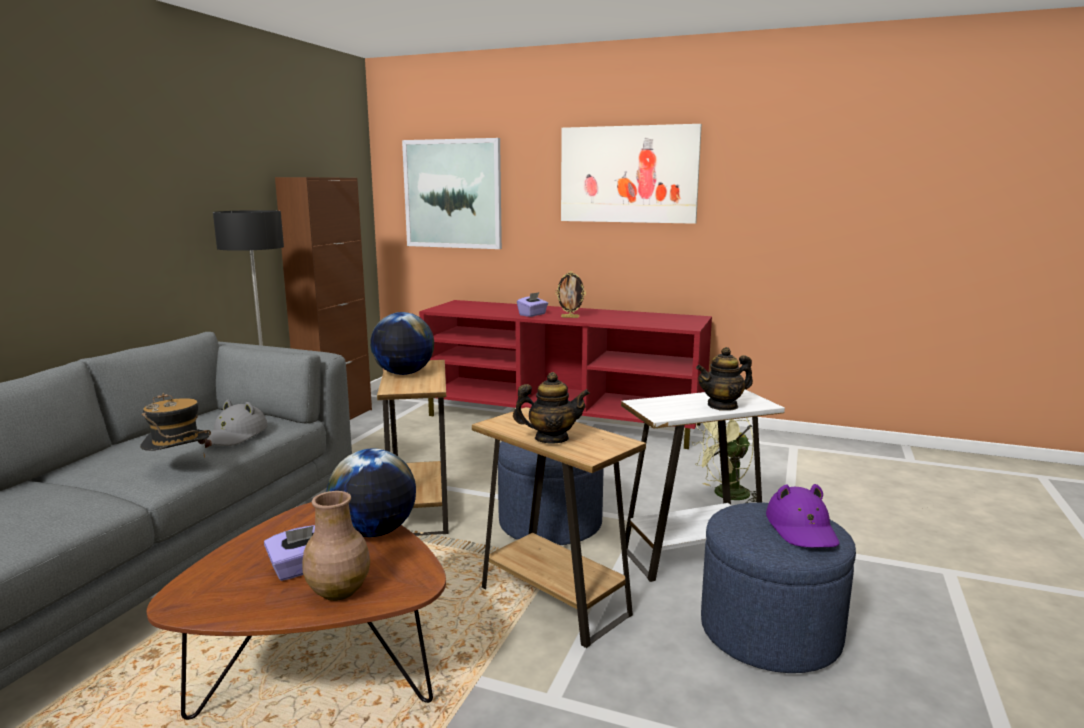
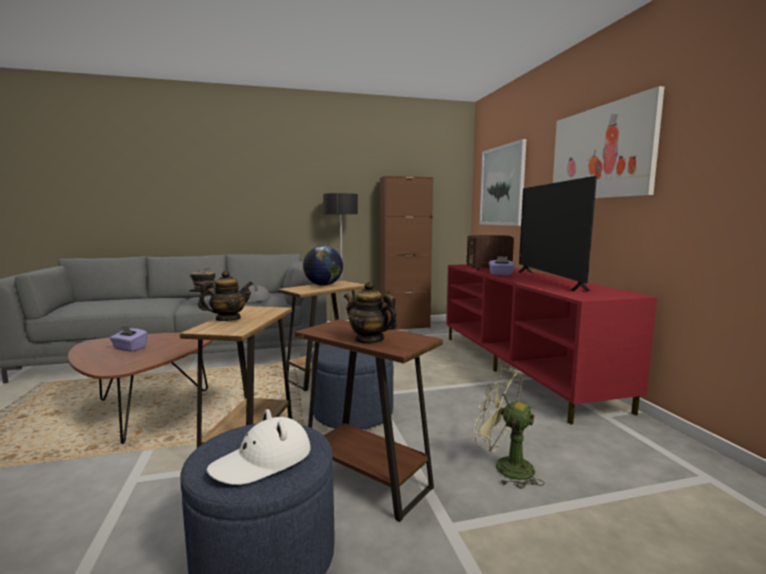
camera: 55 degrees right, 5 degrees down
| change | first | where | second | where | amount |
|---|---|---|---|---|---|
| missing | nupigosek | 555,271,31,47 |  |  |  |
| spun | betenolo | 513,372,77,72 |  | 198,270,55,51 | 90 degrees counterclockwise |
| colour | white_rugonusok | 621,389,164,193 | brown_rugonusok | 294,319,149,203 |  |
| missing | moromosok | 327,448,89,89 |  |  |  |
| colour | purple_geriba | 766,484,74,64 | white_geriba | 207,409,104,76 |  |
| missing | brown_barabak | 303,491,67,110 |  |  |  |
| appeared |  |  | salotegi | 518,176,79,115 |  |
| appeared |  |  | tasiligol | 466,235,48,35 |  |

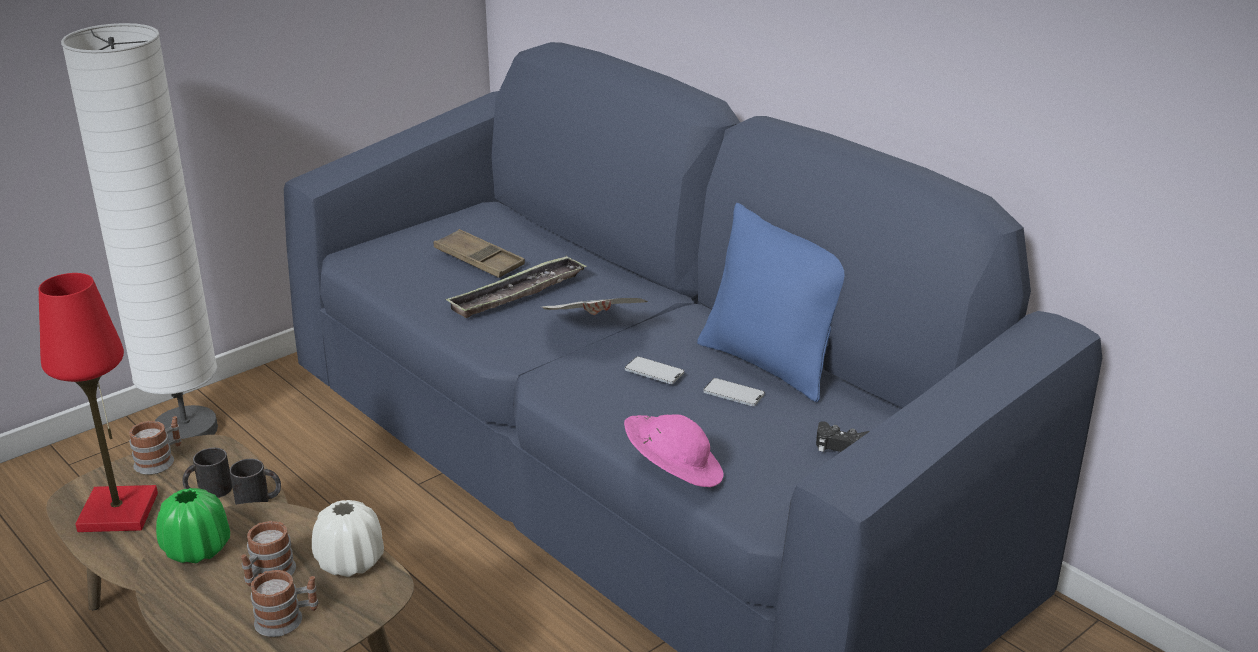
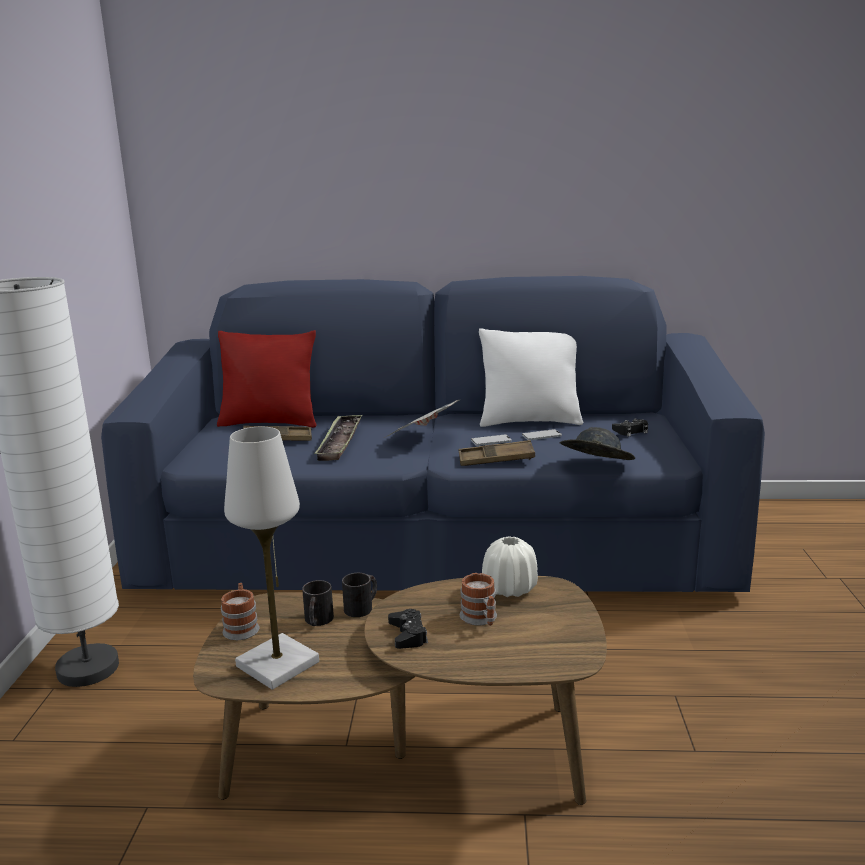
camera: 45 degrees left, 10 degrees down
| change | first | where | second | where | amount |
|---|---|---|---|---|---|
| colour | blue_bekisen | 697,203,147,200 | white_bekisen | 479,328,104,99 |  |
| colour | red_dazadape | 39,273,119,259 | white_dazadape | 224,427,95,263 |  |
| colour | pink_geriba | 624,414,100,73 | grey_geriba | 560,427,75,33 |  |
| exchanged | green_barabak | 156,488,74,75 | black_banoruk | 388,609,40,40 |  |
| missing | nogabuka | 251,570,68,67 |  |  |  |
| appeared |  |  | red_bekisen | 217,330,100,98 |  |
| appeared |  |  | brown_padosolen | 458,440,77,26 |  |

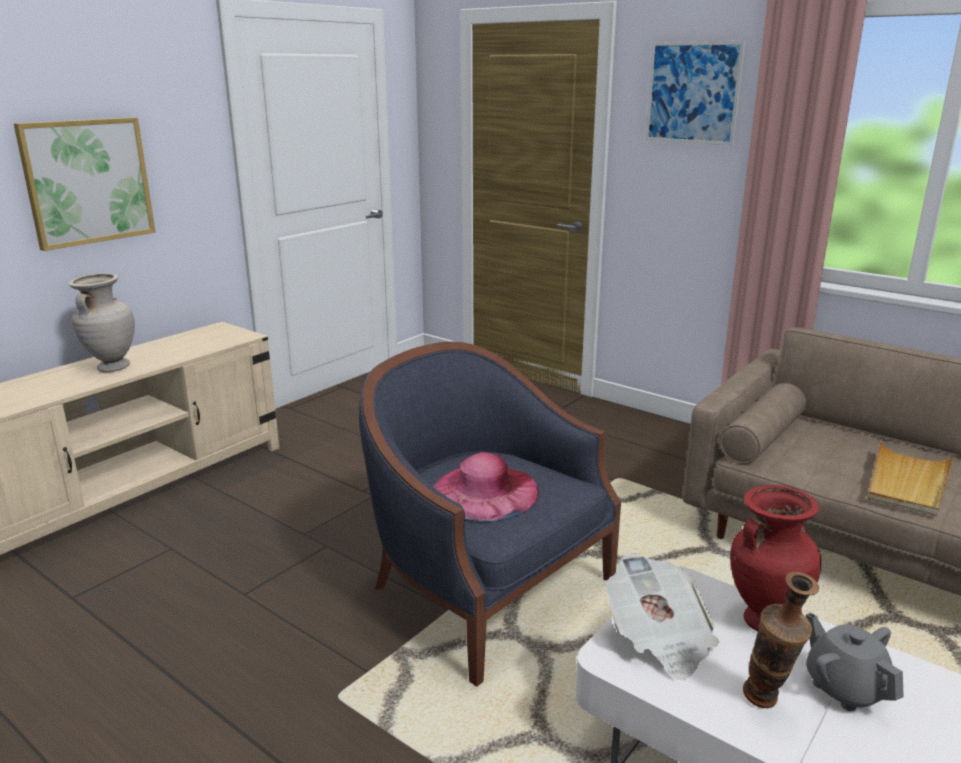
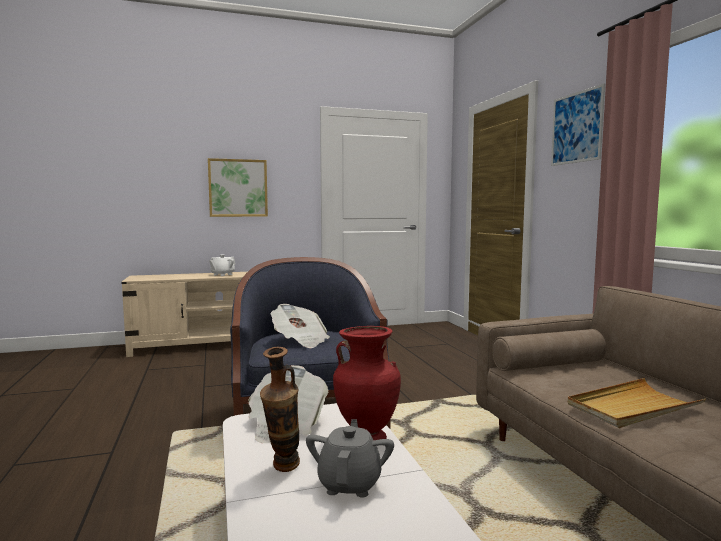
camera: 35 degrees right, 15 degrees down
| change | first | where | second | where | amount |
|---|---|---|---|---|---|
| exchanged | beige_barabak | 68,273,67,99 | white_betenolo | 209,255,27,21 |  |
| exchanged | pink_geriba | 433,452,106,69 | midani | 271,304,59,44 |  |

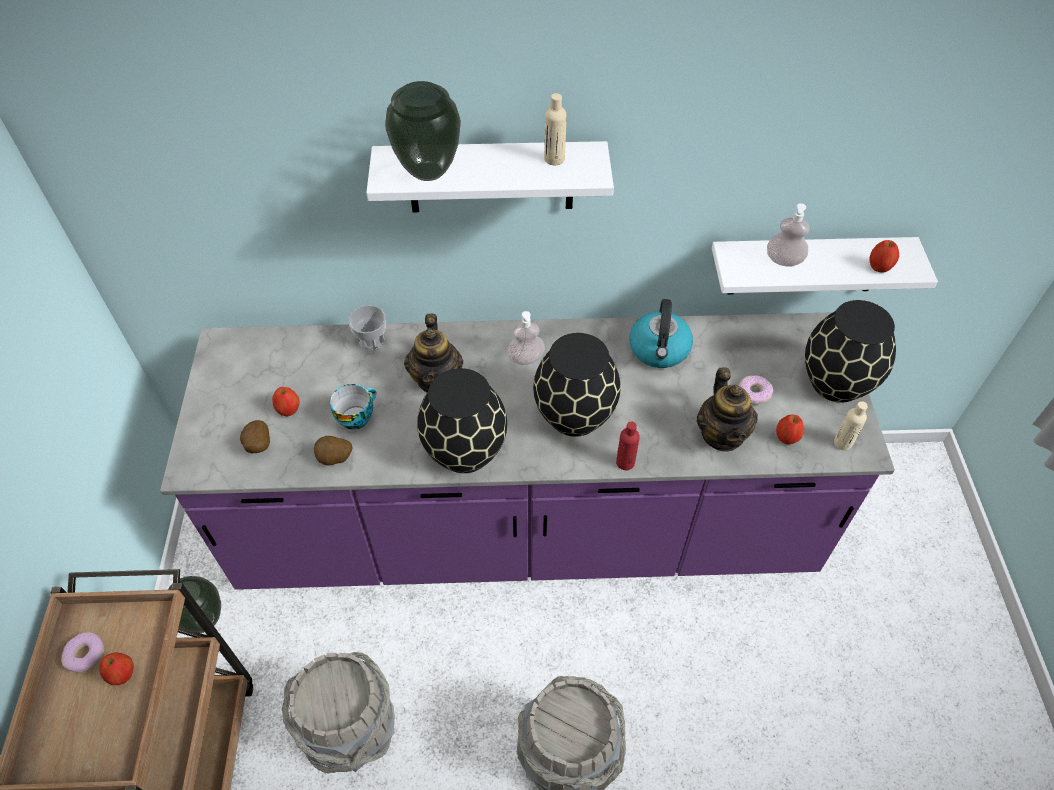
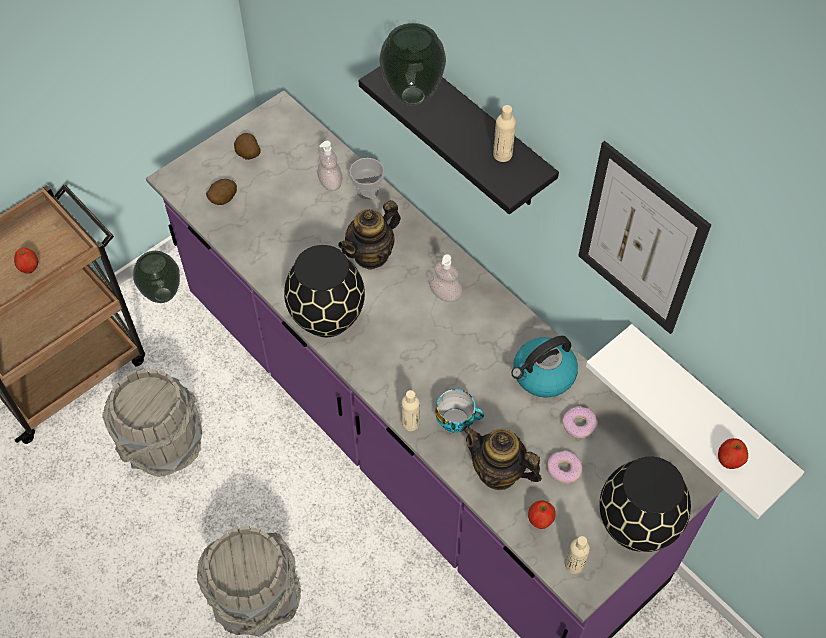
camera: 50 degrees right, 5 degrees up
| change | first | where | second | where | amount |
|---|---|---|---|---|---|
| colour | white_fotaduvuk | 366,141,248,71 | black_fotaduvuk | 358,66,201,148 |  |
| relocated | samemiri | 767,203,42,64 |  | 317,141,26,50 |  |
| missing | black_barabak | 533,333,88,104 |  |  |  |
| spun | betenolo | 697,367,61,85 |  | 462,426,80,64 | 75 degrees clockwise |
| relocated | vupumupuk | 330,384,46,46 |  | 435,389,49,44 |  |
| missing | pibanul | 272,387,28,29 |  |  |  |
| colour | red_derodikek | 616,421,24,49 | beige_derodikek | 401,390,19,41 |  |
| relocated | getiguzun | 314,436,39,30 |  | 234,133,27,27 |  |
| relocated | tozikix | 61,632,43,41 |  | 562,407,35,31 |  |
| appeared |  |  | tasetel | 578,141,133,193 |  |

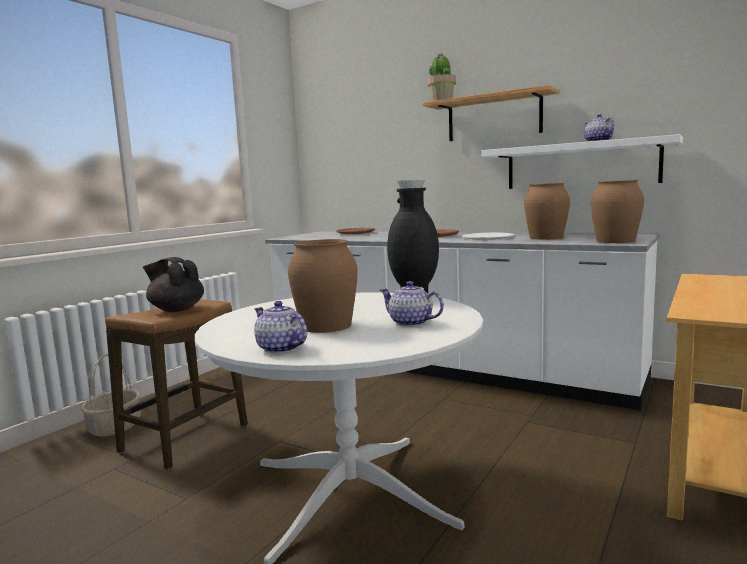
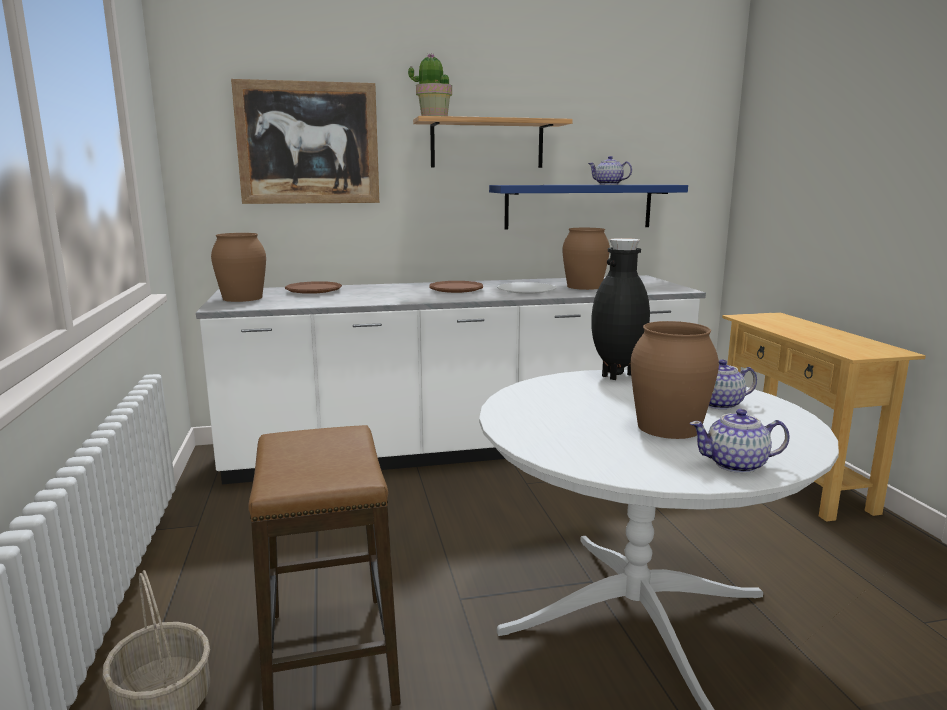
camera: 45 degrees left, 5 degrees up
| change | first | where | second | where | amount |
|---|---|---|---|---|---|
| colour | white_fotaduvuk | 481,134,202,55 | blue_fotaduvuk | 489,185,199,45 |  |
| relocated | brown_barabak | 591,180,53,63 |  | 211,233,55,69 |  |
| missing | black_betenolo | 143,257,61,55 |  |  |  |
| appeared |  |  | tasetel | 231,79,149,125 |  |

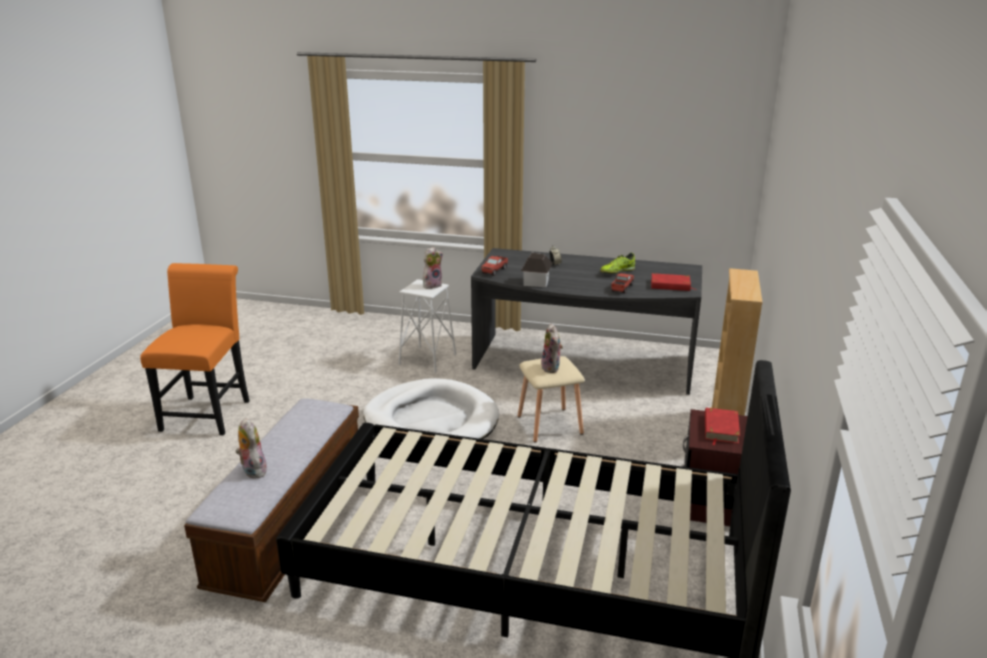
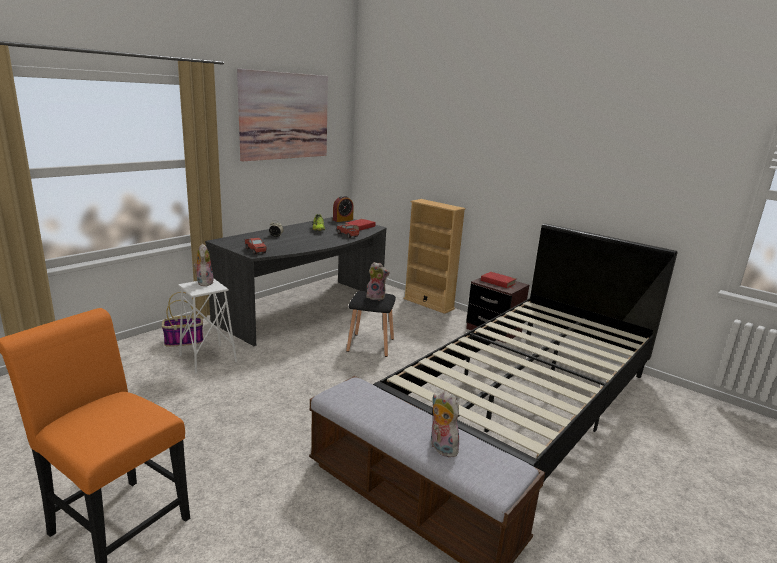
camera: 65 degrees left, 5 degrees down
| change | first | where | second | where | amount |
|---|---|---|---|---|---|
| missing | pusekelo | 521,253,31,34 |  |  |  |
| colour | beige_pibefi | 518,356,67,87 | black_pibefi | 346,291,50,66 |  |
| missing | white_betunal | 363,378,136,61 |  |  |  |
| spun | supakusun | 236,418,31,61 |  | 431,391,28,66 | 60 degrees clockwise |
| appeared |  |  | tasetel | 237,69,91,92 |  |
| appeared |  |  | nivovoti | 333,196,21,26 |  |
| appeared |  |  | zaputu | 162,292,41,55 |  |

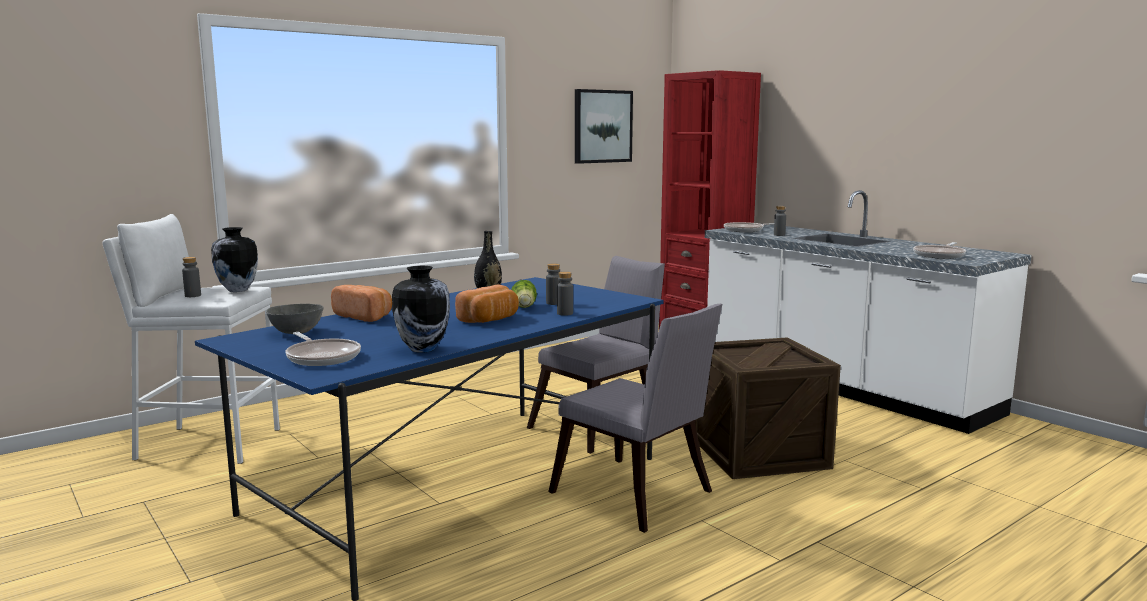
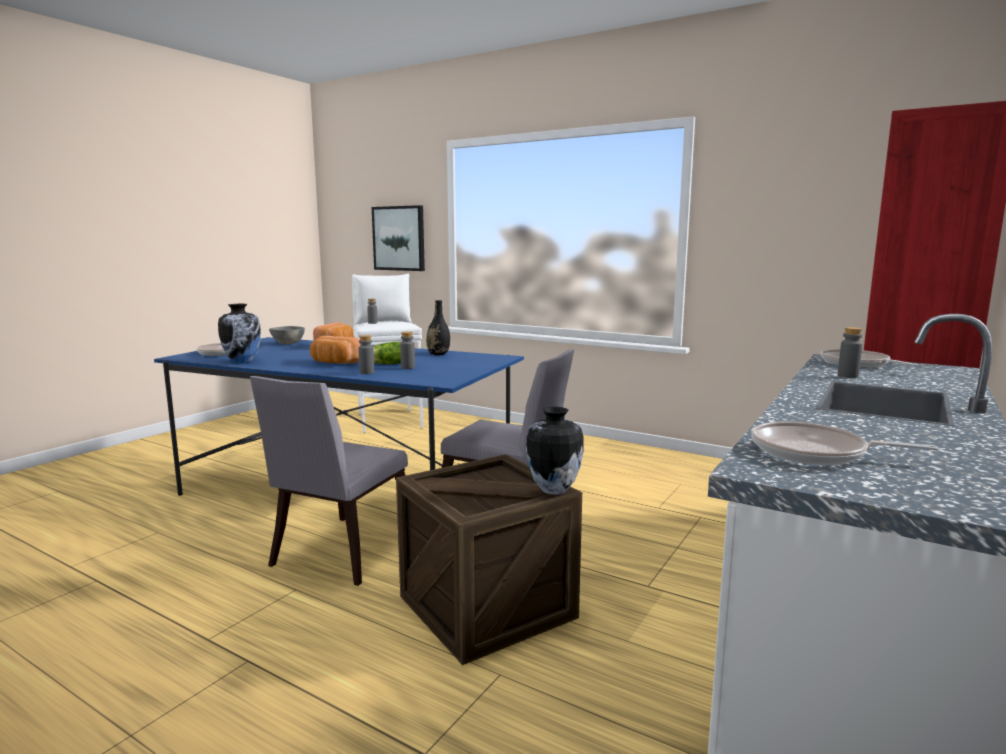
camera: 70 degrees right, 0 degrees up
| change | first | where | second | where | amount |
|---|---|---|---|---|---|
| relocated | tasetel | 575,89,58,75 |  | 372,205,53,66 |  |
| relocated | barabak | 211,227,47,65 |  | 526,407,57,88 |  |

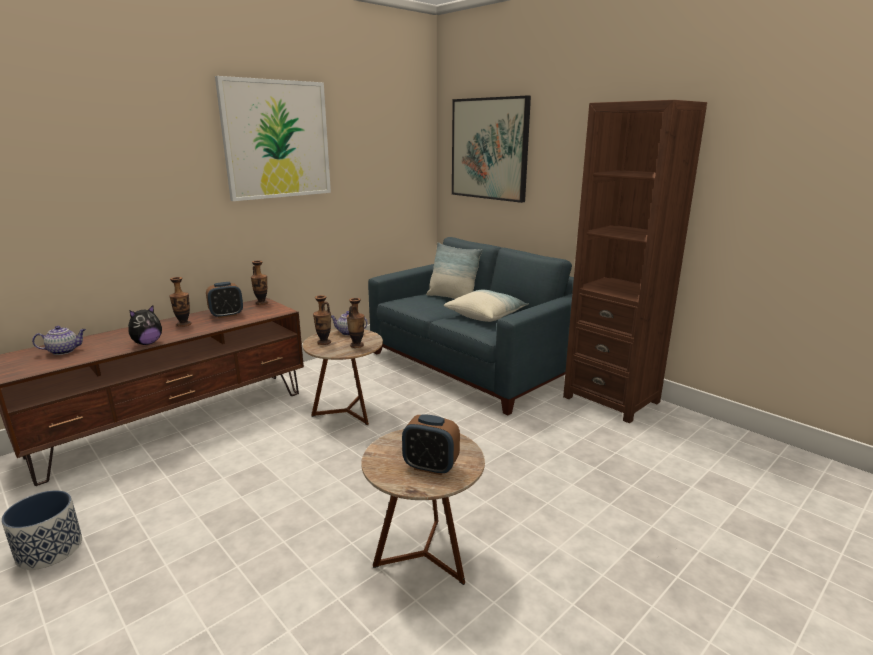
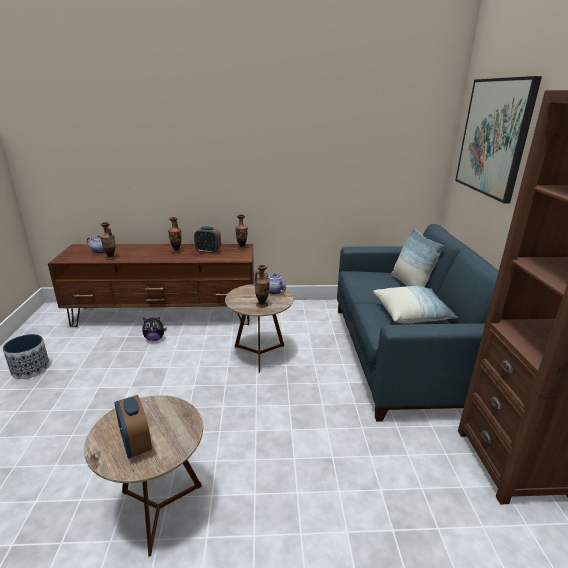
camera: 40 degrees right, 5 degrees up
| change | first | where | second | where | amount |
|---|---|---|---|---|---|
| missing | tasetel | 215,76,116,125 |  |  |  |
| relocated | barabak | 313,295,18,50 |  | 100,222,17,38 |  |
| relocated | supakusun | 128,305,34,40 |  | 143,317,24,24 |  |

